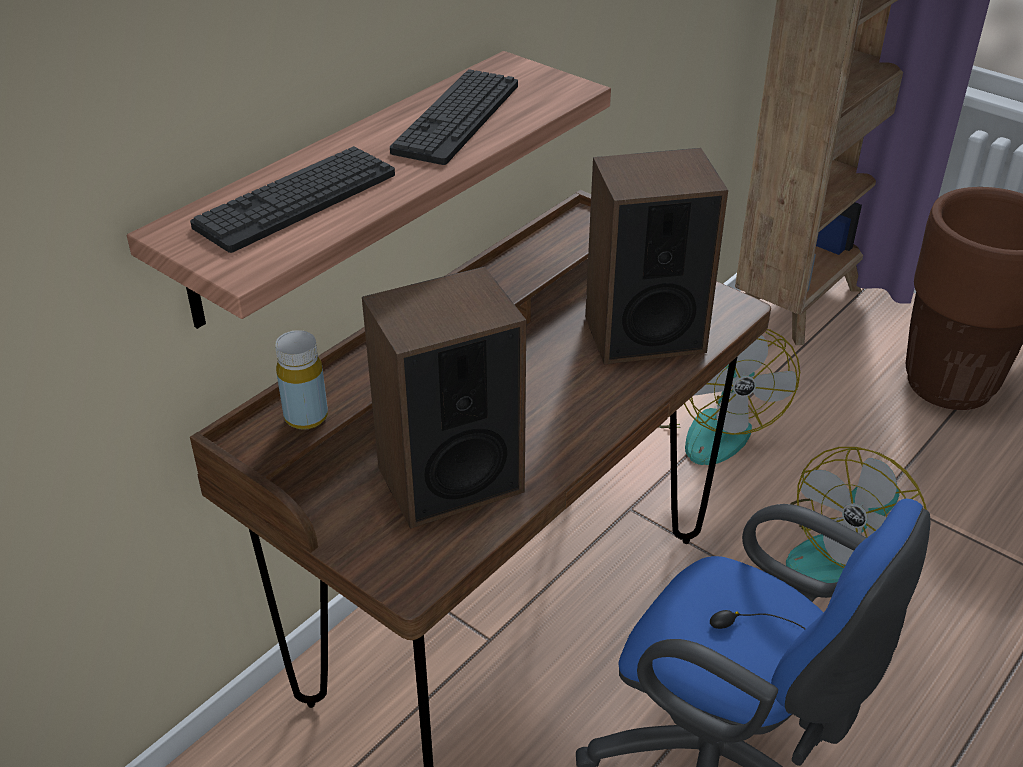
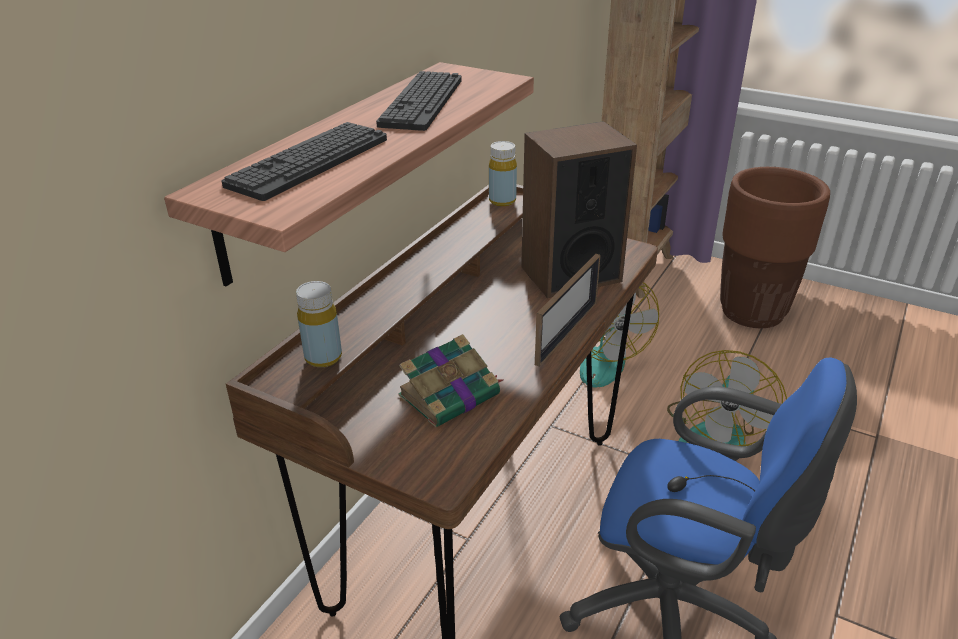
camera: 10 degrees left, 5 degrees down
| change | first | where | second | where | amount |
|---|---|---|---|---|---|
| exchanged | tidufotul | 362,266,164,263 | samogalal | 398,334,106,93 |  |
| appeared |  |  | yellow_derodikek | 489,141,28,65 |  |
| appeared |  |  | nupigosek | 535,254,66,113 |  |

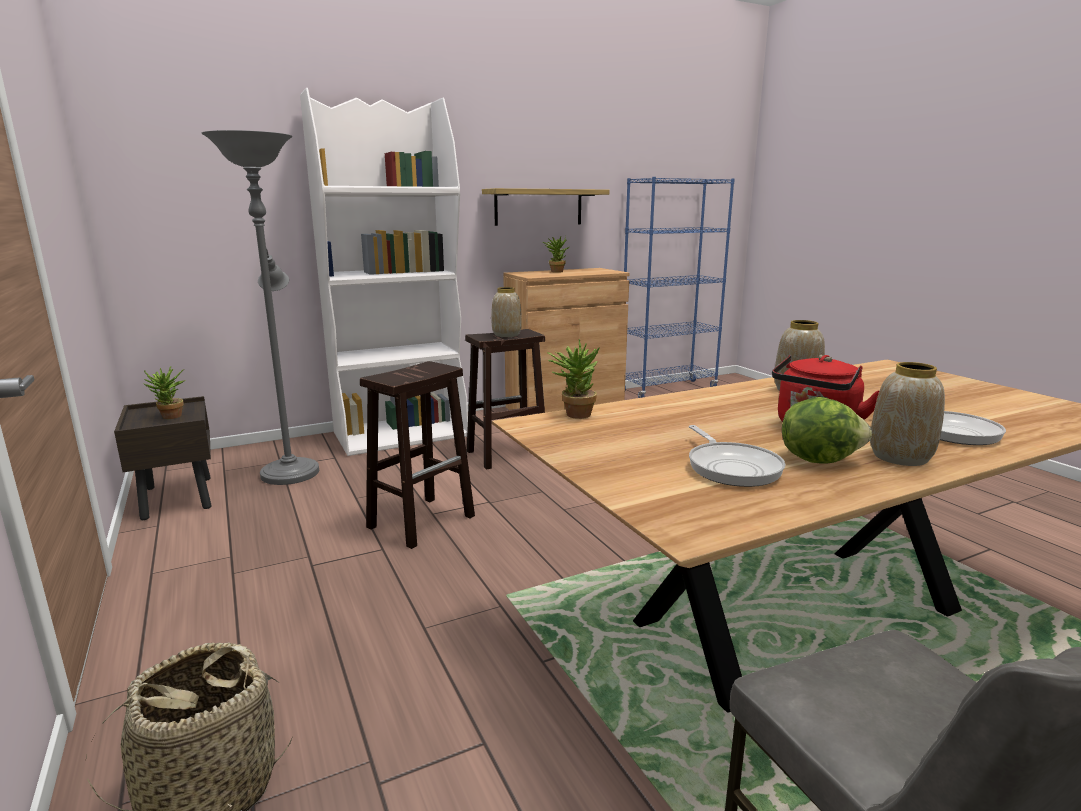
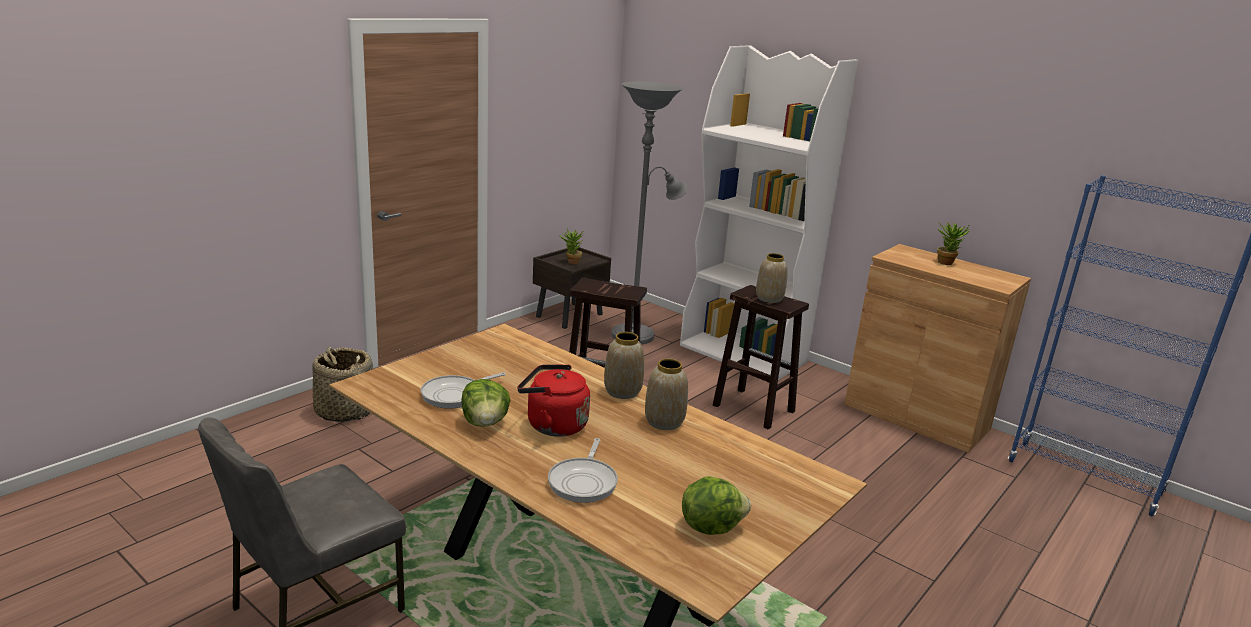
camera: 65 degrees right, 5 degrees up
| change | first | where | second | where | amount |
|---|---|---|---|---|---|
| missing | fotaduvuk | 482,188,128,38 |  |  |  |
| missing | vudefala | 547,339,53,80 |  |  |  |
| relocated | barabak | 870,362,75,104 |  | 604,332,40,67 |  |
| appeared |  |  | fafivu | 682,476,69,59 |  |

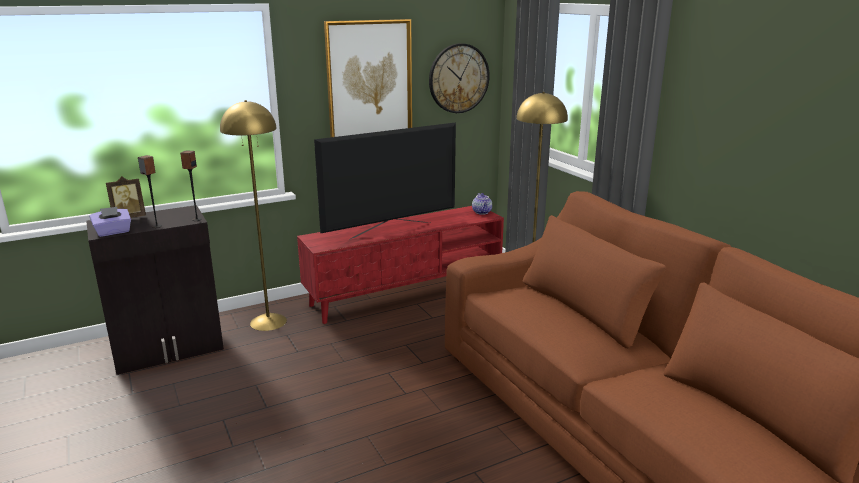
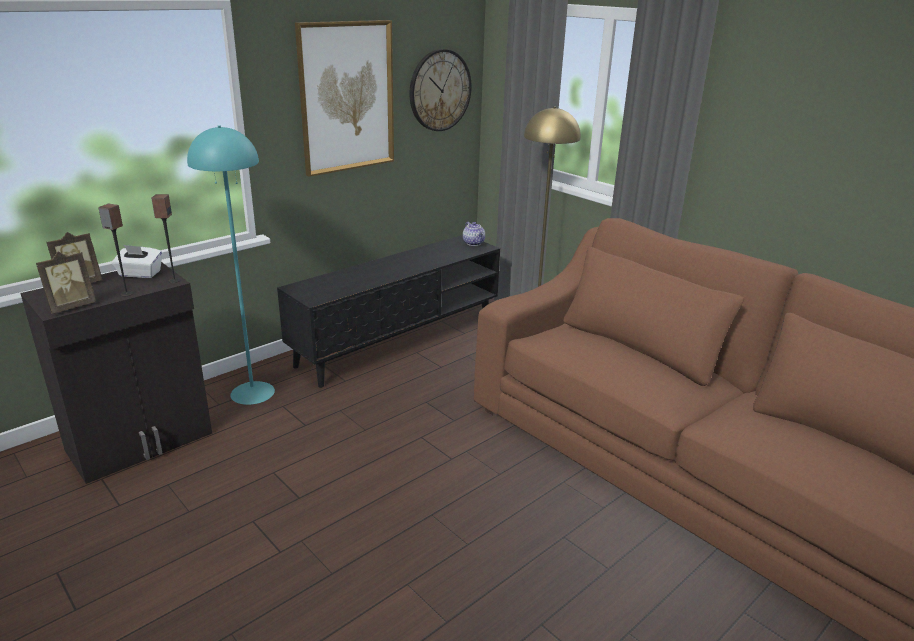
camera: 15 degrees left, 5 degrees up
| change | first | where | second | where | amount |
|---|---|---|---|---|---|
| colour | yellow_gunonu | 220,100,67,231 | turquoise_gunonu | 187,125,88,280 |  |
| missing | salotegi | 314,122,142,118 |  |  |  |
| colour | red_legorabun | 297,206,207,118 | black_legorabun | 277,235,223,153 |  |
| exchanged | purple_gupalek | 90,207,41,30 | nupigosek | 36,252,60,62 |  |
| appeared |  |  | white_gupalek | 112,245,50,33 |  |

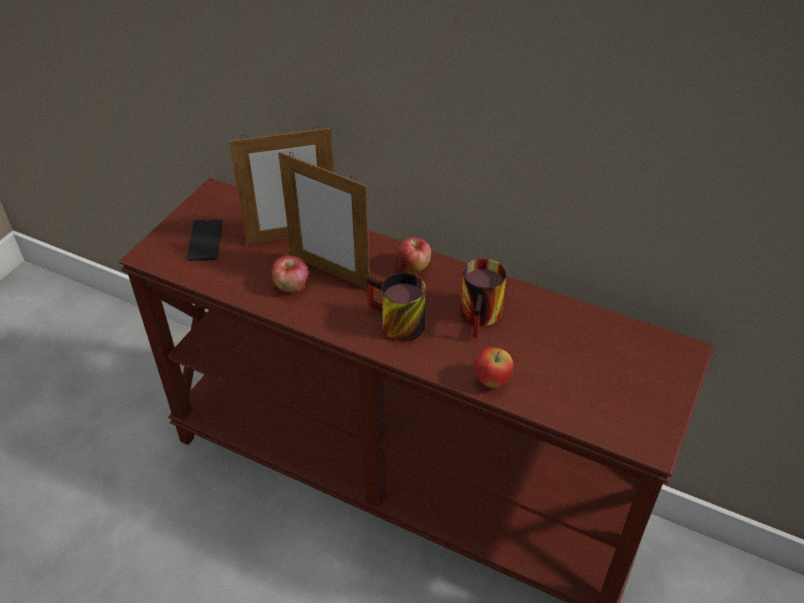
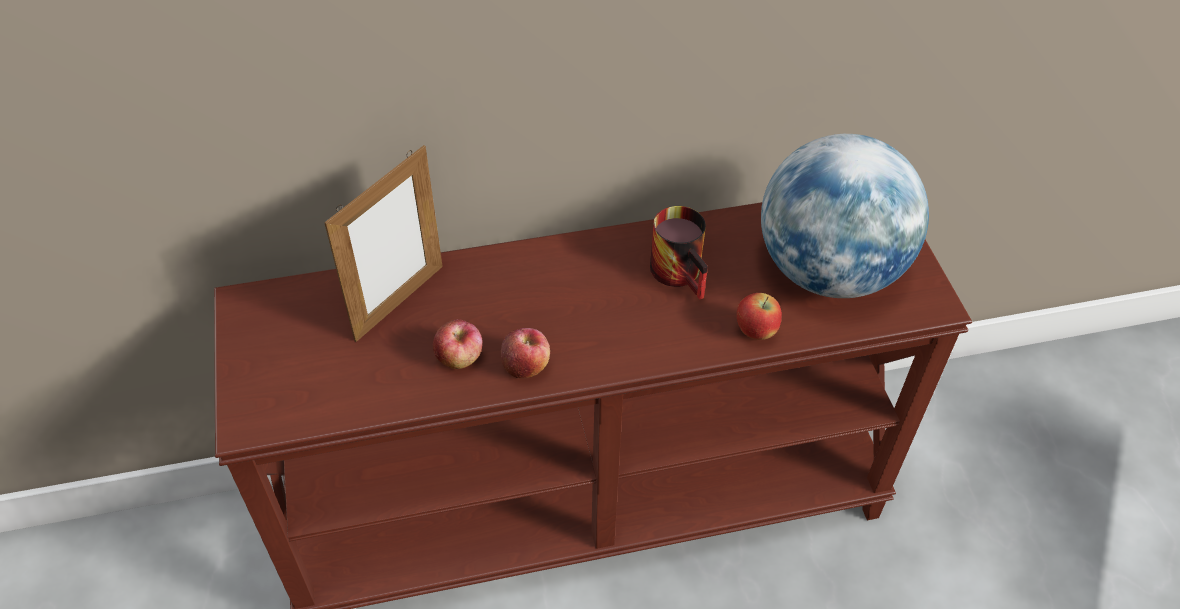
camera: 40 degrees left, 5 degrees up
| change | first | where | second | where | amount |
|---|---|---|---|---|---|
| missing | nupigosek | 278,152,92,137 |  |  |  |
| missing | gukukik | 187,219,36,42 |  |  |  |
| relocated | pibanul | 395,237,36,37 |  | 501,328,49,50 |  |
| missing | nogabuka | 367,273,59,68 |  |  |  |
| appeared |  |  | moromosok | 761,134,168,164 |  |

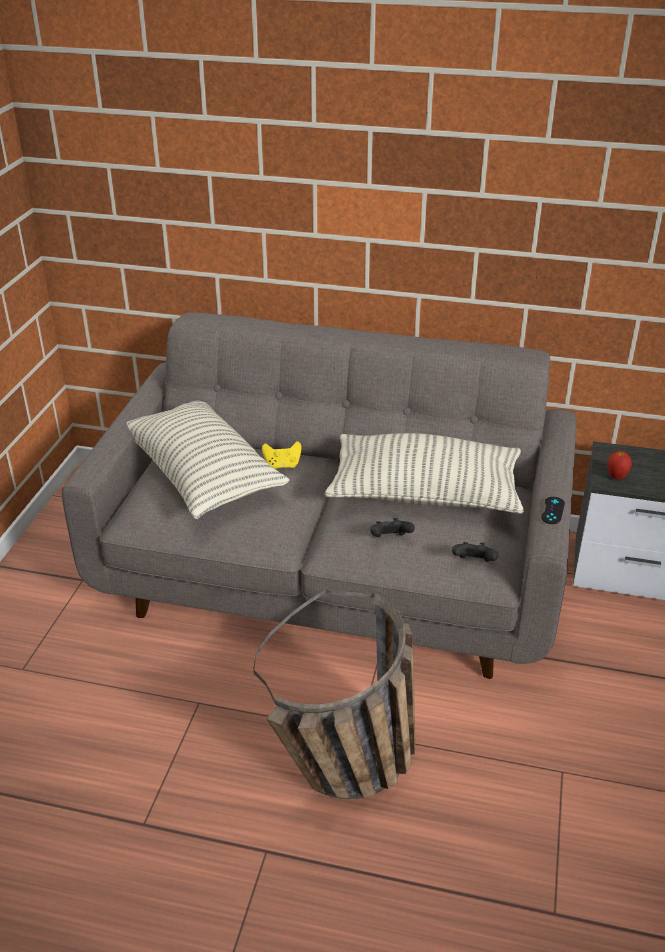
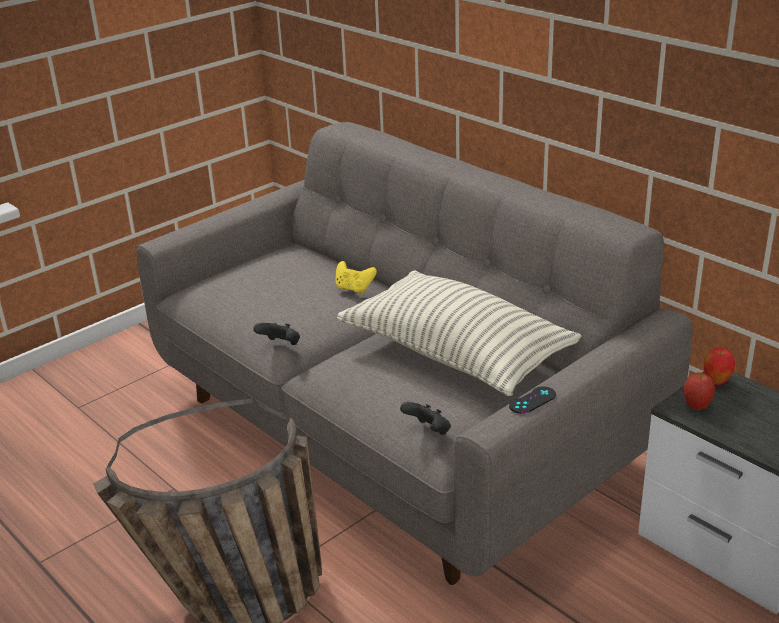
camera: 35 degrees right, 5 degrees down
| change | first | where | second | where | amount |
|---|---|---|---|---|---|
| missing | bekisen | 126,401,163,118 |  |  |  |
| relocated | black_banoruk | 370,518,45,19 |  | 253,323,47,22 |  |
| appeared |  |  | pibanul | 704,347,31,38 |  |

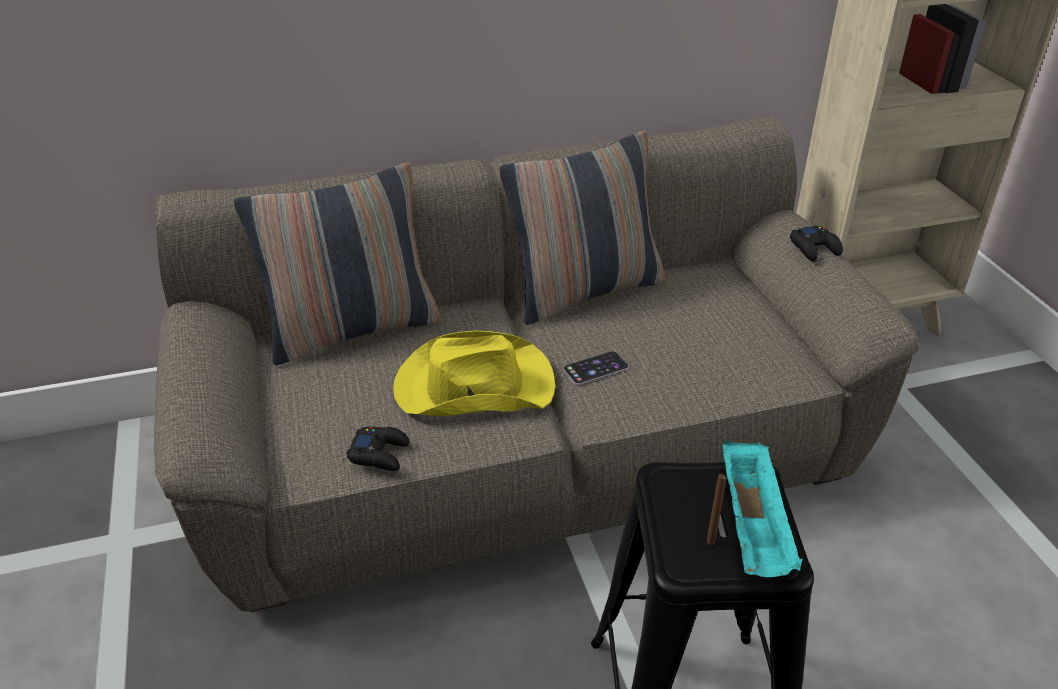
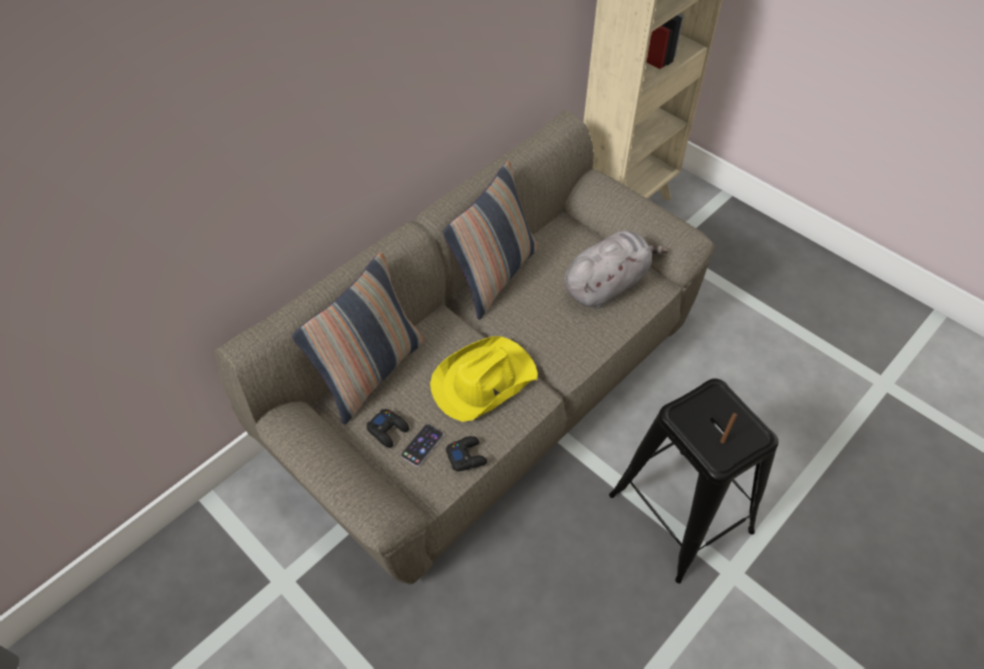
camera: 30 degrees left, 15 degrees up
| change | first | where | second | where | amount |
|---|---|---|---|---|---|
| relocated | black_banoruk | 790,225,53,36 |  | 367,409,42,39 |  |
| relocated | gukukik | 563,351,66,34 |  | 401,424,43,42 |  |
| missing | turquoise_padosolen | 723,439,80,138 |  |  |  |
| appeared |  |  | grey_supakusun | 564,230,105,78 |  |

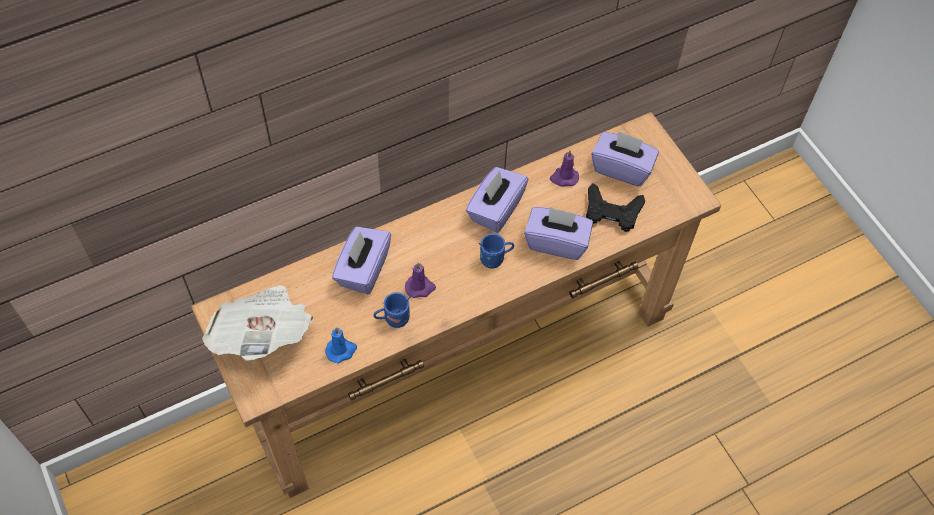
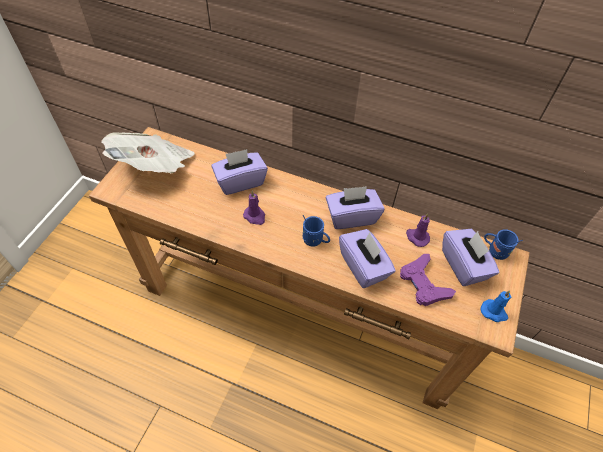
camera: 50 degrees right, 5 degrees down
| change | first | where | second | where | amount |
|---|---|---|---|---|---|
| colour | black_banoruk | 586,183,59,49 | purple_banoruk | 400,254,56,52 |  |
| relocated | blue_nogabuka | 373,292,38,36 |  | 484,229,39,31 |  |
| relocated | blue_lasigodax | 325,328,32,35 |  | 481,290,30,32 |  |

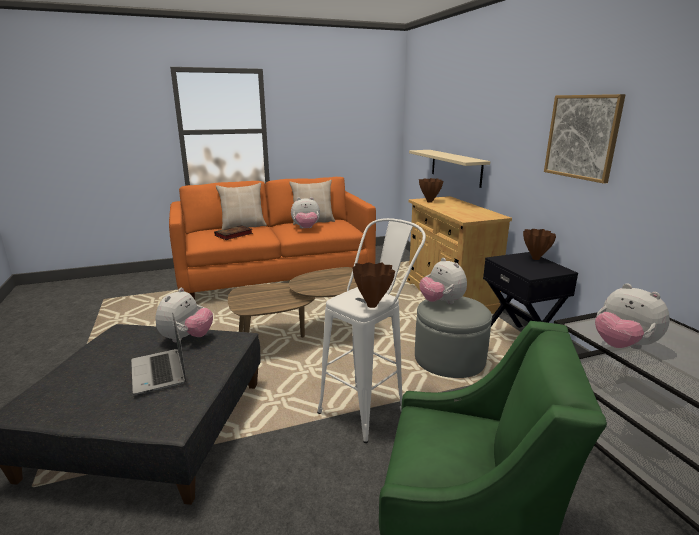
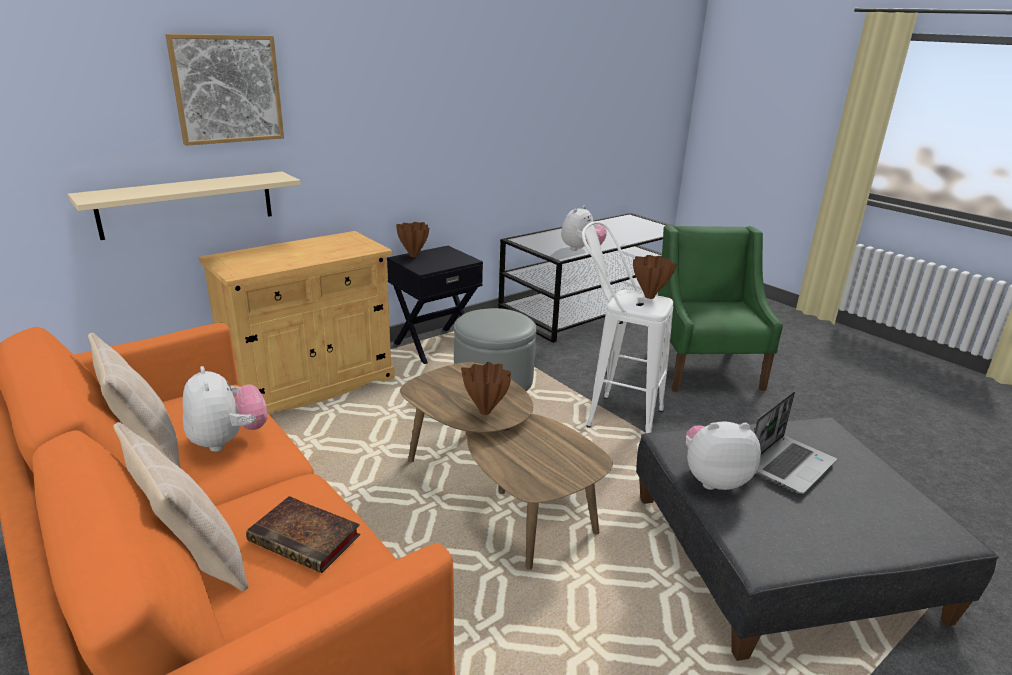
camera: 110 degrees left, 5 degrees up
| change | first | where | second | where | amount |
|---|---|---|---|---|---|
| relocated | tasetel | 544,94,81,90 |  | 165,34,119,112 |  |
| relocated | brown_barabak | 419,178,24,25 |  | 461,362,50,53 |  |
| missing | supakusun | 419,258,48,46 |  |  |  |

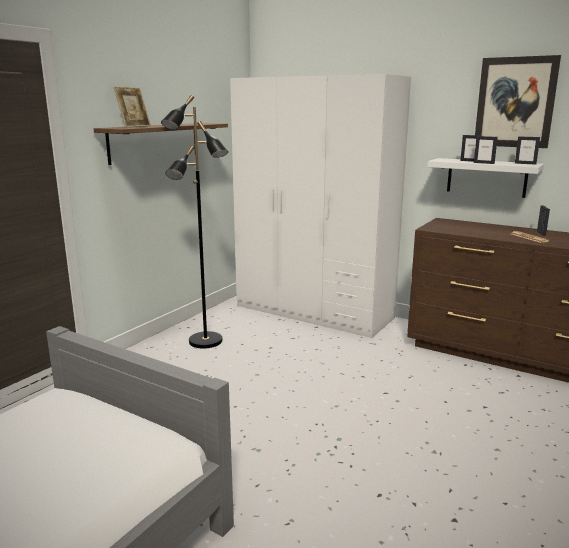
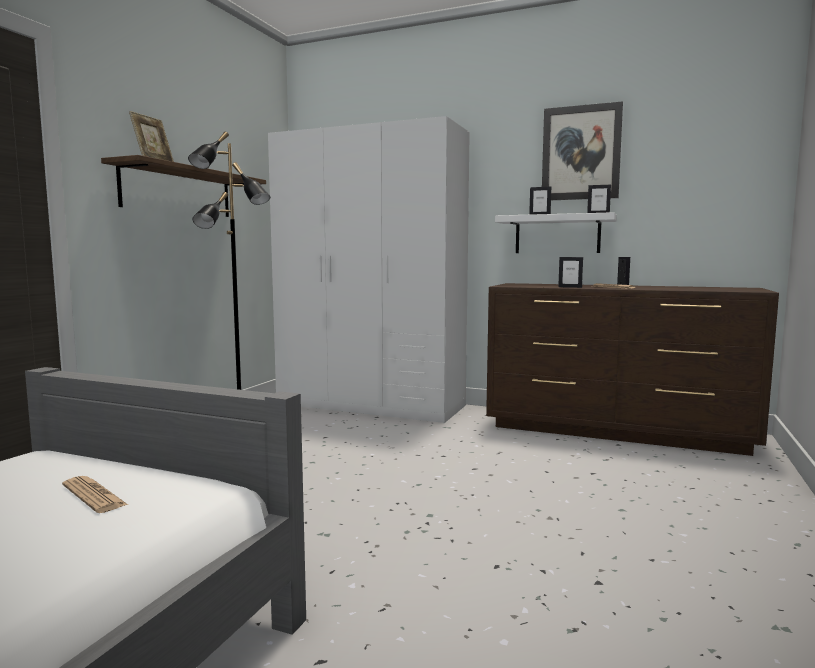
camera: 10 degrees left, 10 degrees down
| change | first | where | second | where | amount |
|---|---|---|---|---|---|
| relocated | nupigosek | 474,136,24,28 |  | 558,257,25,31 |  |
| appeared |  |  | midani | 62,476,66,37 |  |

